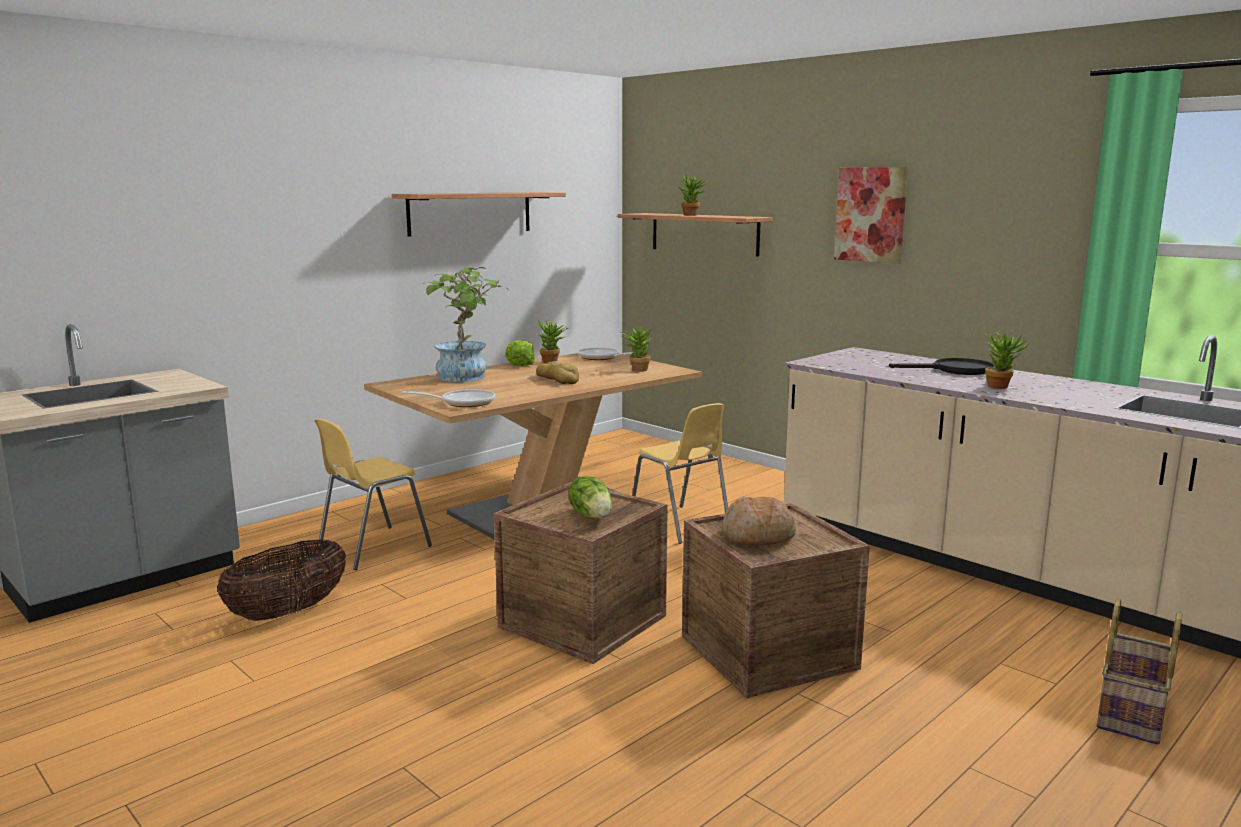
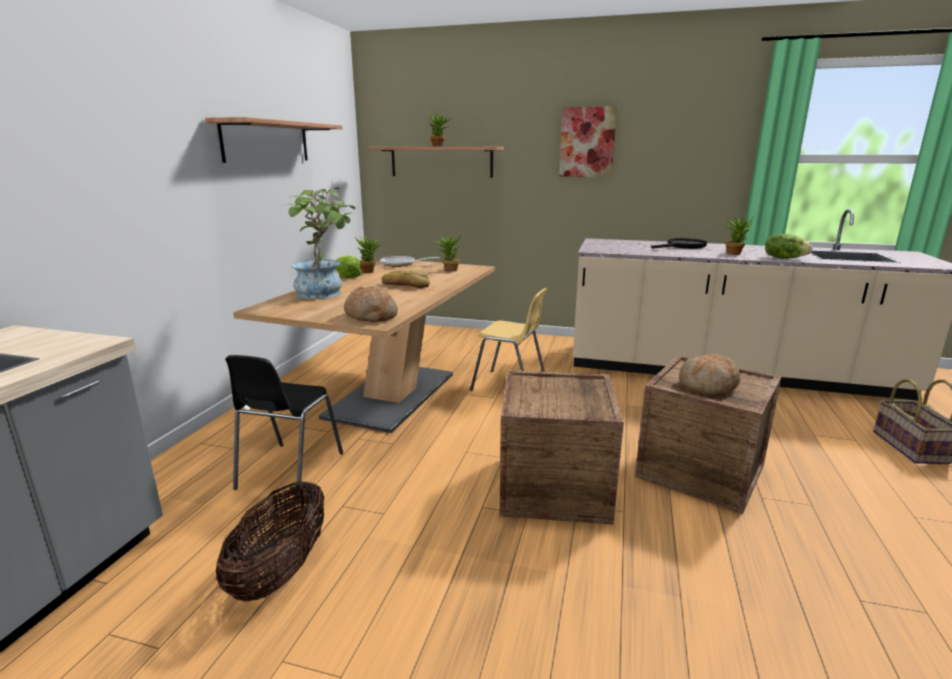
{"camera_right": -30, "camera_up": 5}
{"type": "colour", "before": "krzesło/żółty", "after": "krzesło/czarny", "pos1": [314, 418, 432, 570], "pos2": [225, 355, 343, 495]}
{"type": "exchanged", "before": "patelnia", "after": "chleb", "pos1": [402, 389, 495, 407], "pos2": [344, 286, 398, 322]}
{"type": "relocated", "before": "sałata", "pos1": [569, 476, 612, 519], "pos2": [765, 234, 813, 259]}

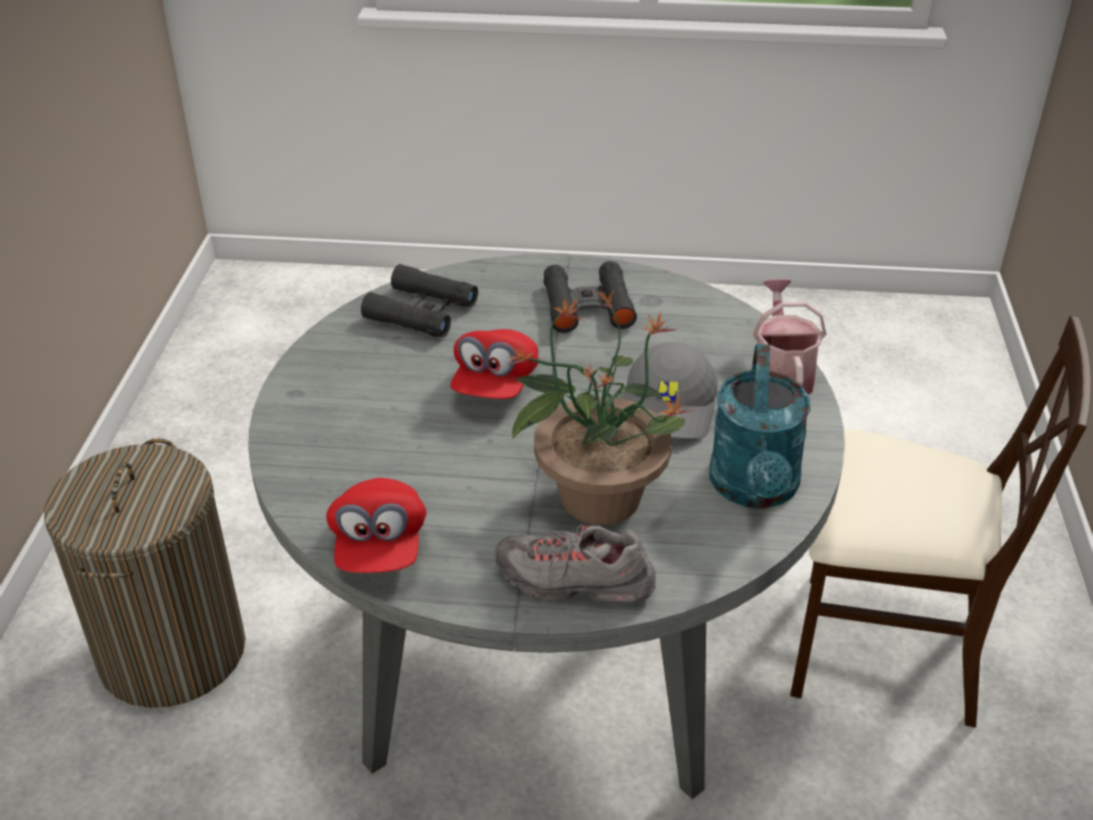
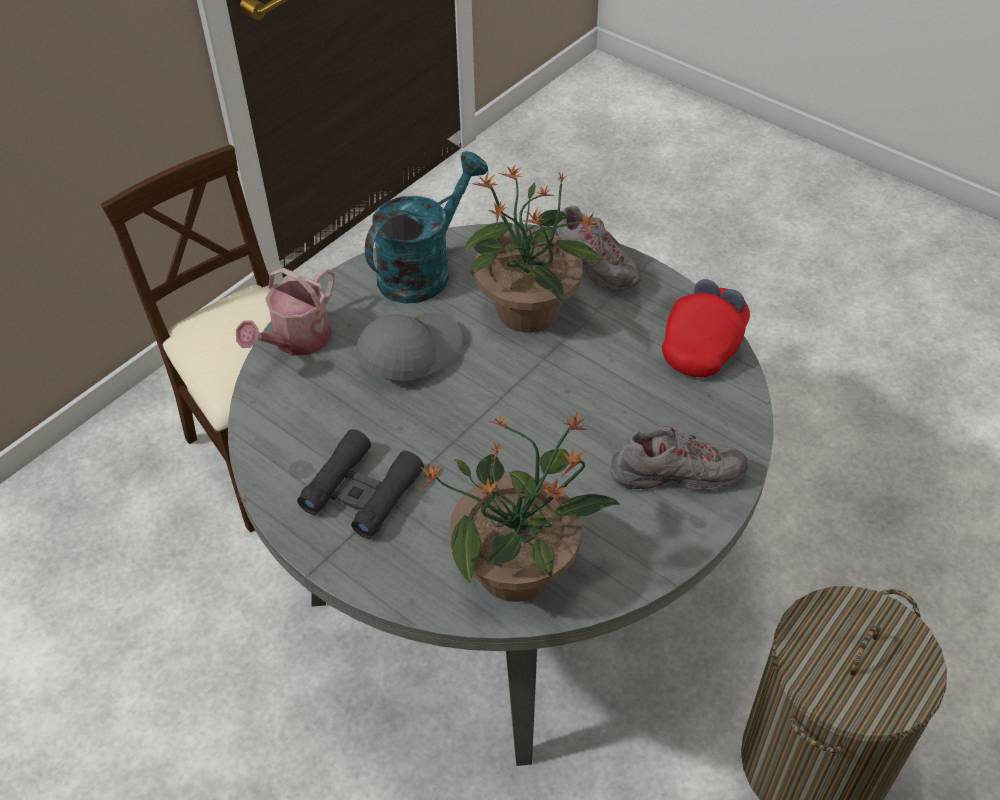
{"camera_right": -145, "camera_up": 10}
{"type": "exchanged", "before": "lornetka/czarny", "after": "roślina doniczkowa", "pos1": [361, 264, 478, 338], "pos2": [419, 411, 620, 602]}
{"type": "appeared", "after": "but/szary", "pos2": [610, 426, 749, 491]}
{"type": "missing", "before": "czapka z daszkiem/czerwony", "pos1": [450, 329, 539, 399]}

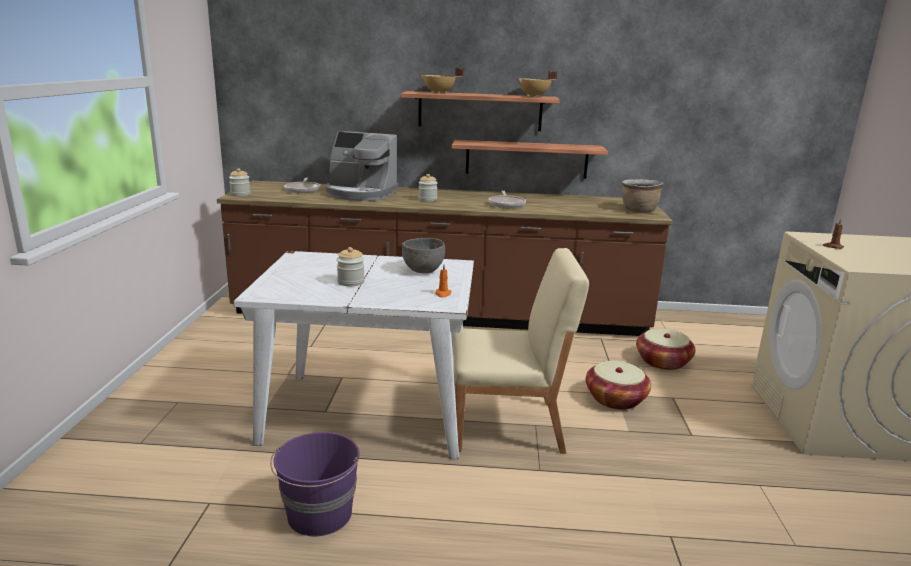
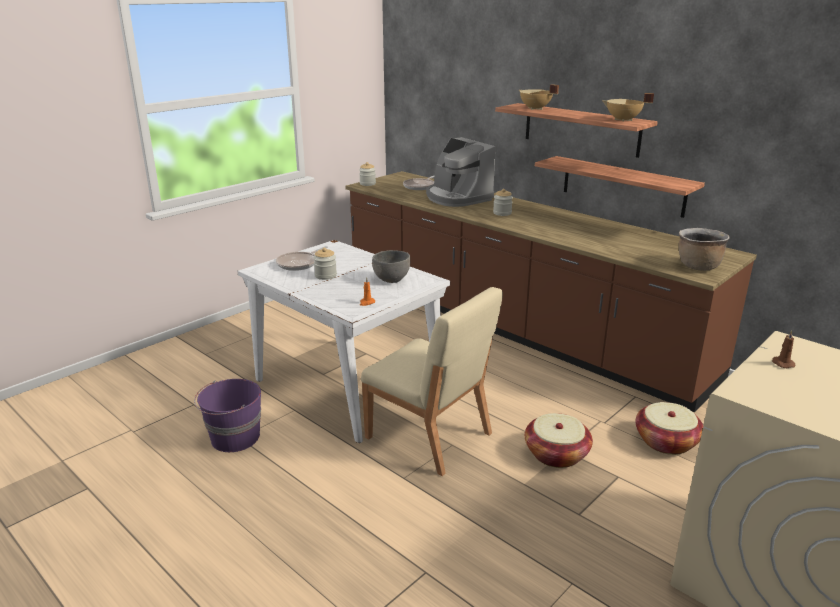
{"camera_right": 40, "camera_up": 5}
{"type": "relocated", "before": "patelnia", "pos1": [489, 191, 526, 208], "pos2": [276, 246, 328, 271]}

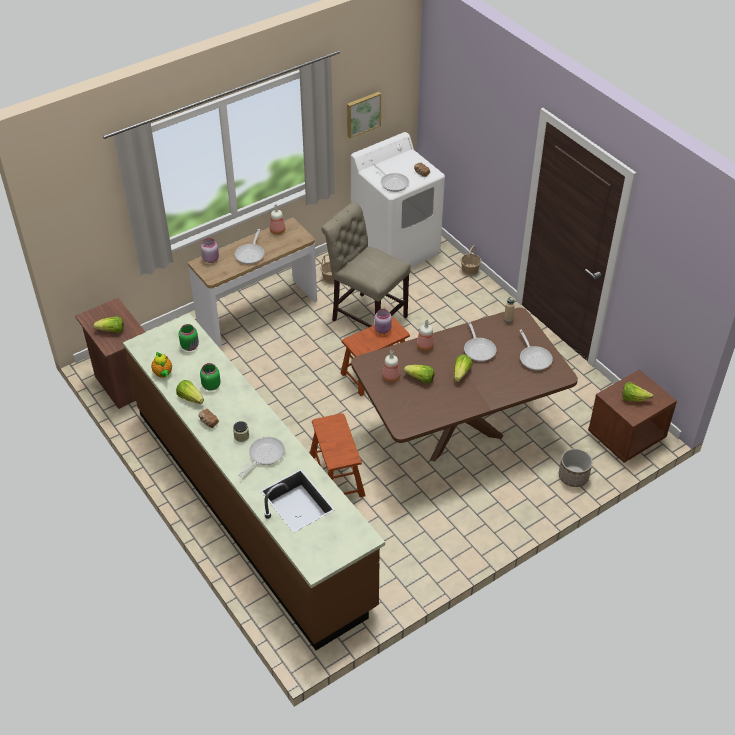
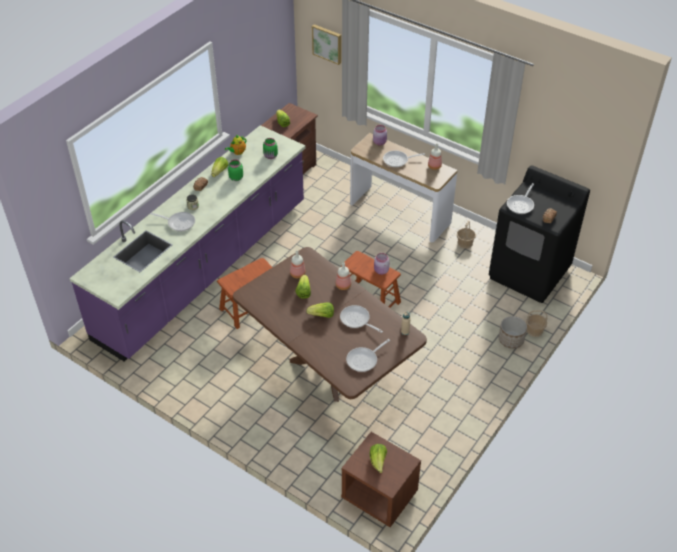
{"camera_right": 70, "camera_up": 0}
{"type": "colour", "before": "zabudowa kuchenna/brązowy", "after": "zabudowa kuchenna/fioletowy", "pos1": [123, 313, 385, 650], "pos2": [70, 125, 305, 362]}
{"type": "relocated", "before": "obraz", "pos1": [347, 92, 381, 138], "pos2": [312, 24, 341, 65]}
{"type": "spun", "before": "patelnia", "pos1": [464, 321, 496, 362], "pos2": [340, 305, 383, 333], "turn": 75}
{"type": "colour", "before": "pralka/biały", "after": "pralka/czarny", "pos1": [351, 132, 445, 268], "pos2": [489, 165, 590, 303]}
{"type": "relocated", "before": "donica", "pos1": [559, 448, 593, 487], "pos2": [499, 316, 527, 349]}
{"type": "missing", "before": "krzesło/beżowy", "pos1": [321, 202, 410, 327]}

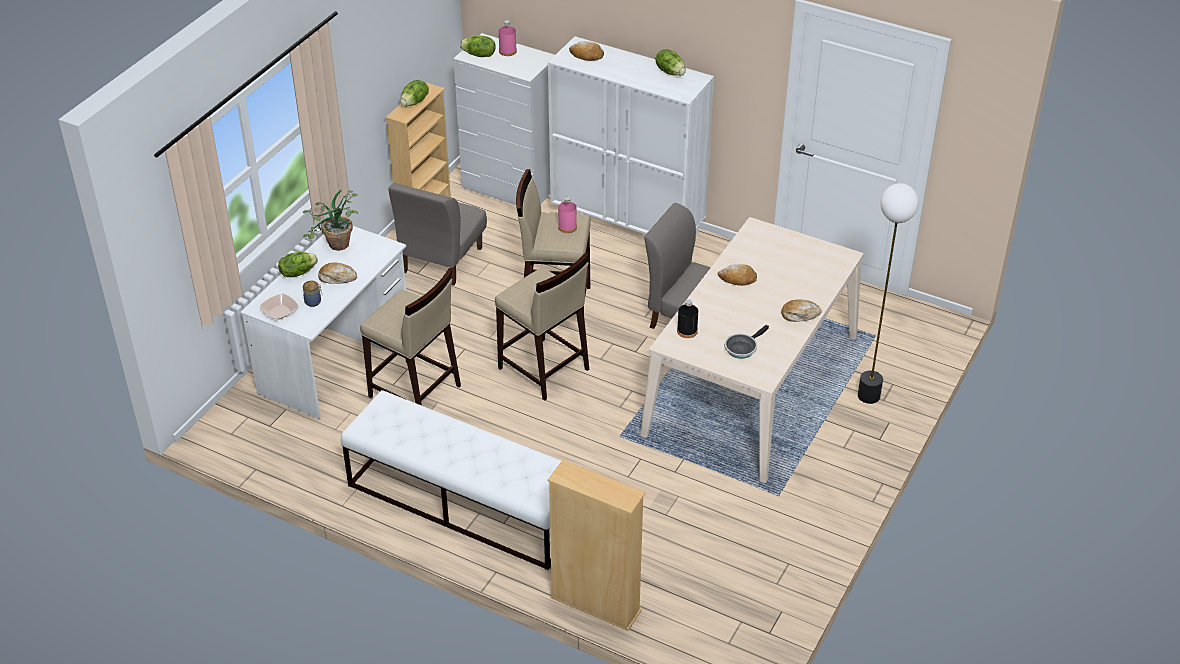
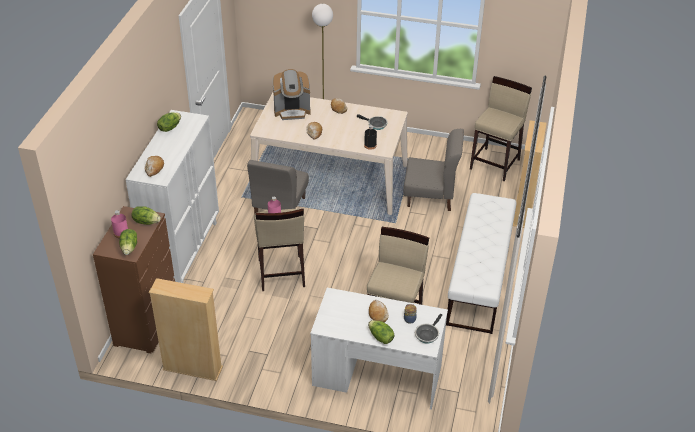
{"camera_right": -105, "camera_up": 0}
{"type": "colour", "before": "komoda/biały", "after": "komoda/brązowy", "pos1": [453, 33, 555, 205], "pos2": [93, 206, 175, 353]}
{"type": "relocated", "before": "sałata", "pos1": [400, 80, 429, 107], "pos2": [132, 206, 161, 225]}
{"type": "appeared", "after": "ekspres do kawy", "pos2": [273, 69, 311, 120]}
{"type": "relocated", "before": "krzesło/szary", "pos1": [389, 183, 487, 286], "pos2": [403, 129, 464, 211]}
{"type": "exchanged", "before": "miska", "after": "patelnia", "pos1": [260, 294, 299, 319], "pos2": [415, 313, 442, 344]}
{"type": "relocated", "before": "stołek/beżowy", "pos1": [495, 252, 589, 401], "pos2": [470, 76, 532, 181]}
{"type": "missing", "before": "roślina doniczkowa", "pos1": [303, 190, 358, 251]}

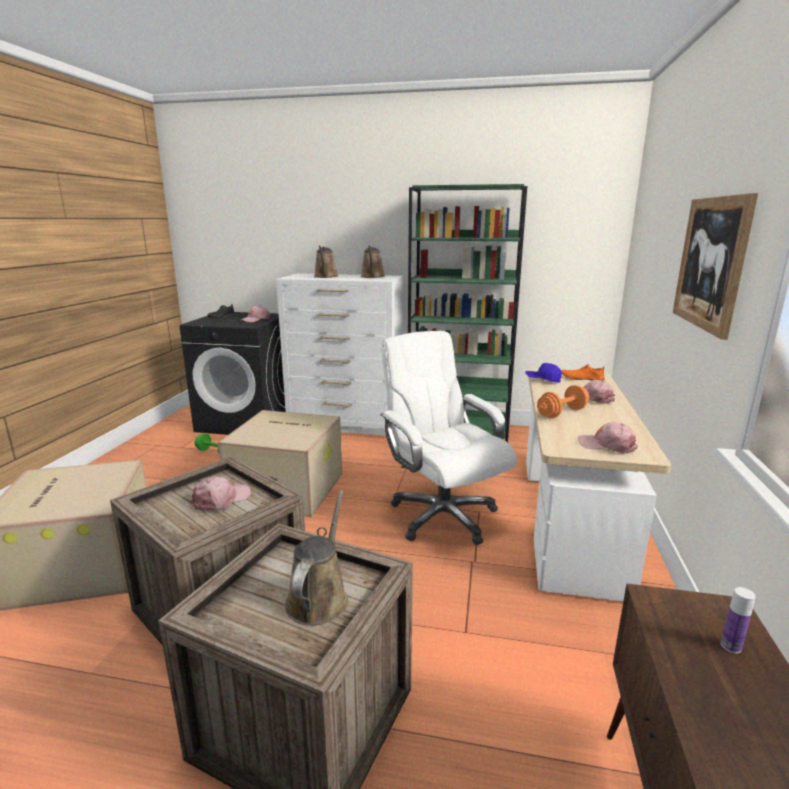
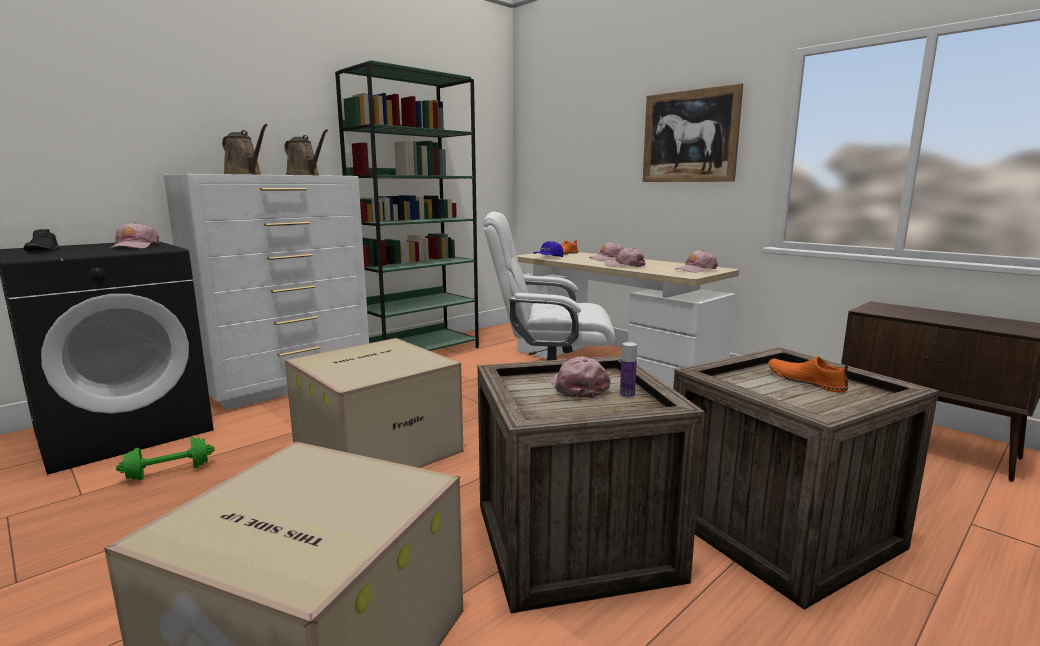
{"camera_right": -55, "camera_up": -5}
{"type": "exchanged", "before": "hantel/pomarańczowy", "after": "czapka z daszkiem/różowy", "pos1": [537, 385, 589, 418], "pos2": [604, 248, 645, 267]}
{"type": "relocated", "before": "butelka", "pos1": [721, 587, 756, 654], "pos2": [620, 342, 637, 398]}
{"type": "exchanged", "before": "konewka/brązowy", "after": "but/pomarańczowy", "pos1": [285, 490, 348, 625], "pos2": [768, 356, 848, 392]}

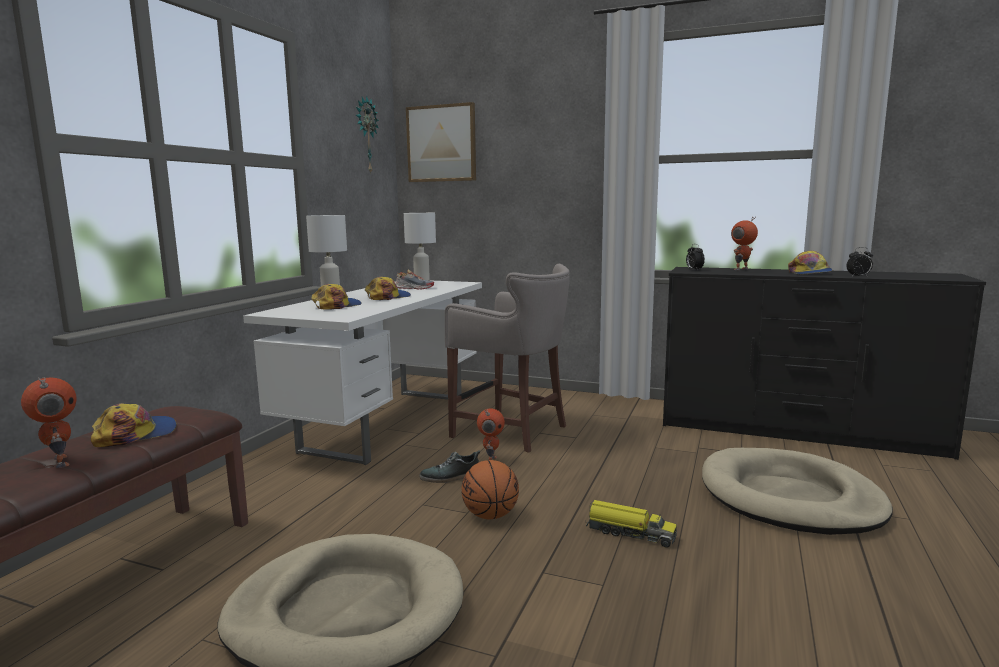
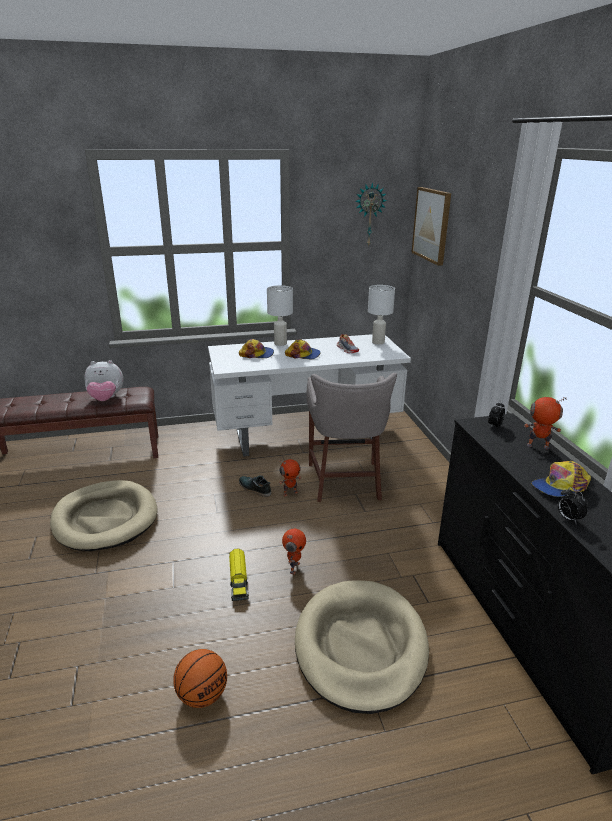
{"camera_right": 55, "camera_up": 15}
{"type": "exchanged", "before": "czapka z daszkiem", "after": "pluszak", "pos1": [90, 403, 177, 447], "pos2": [84, 360, 123, 401]}
{"type": "relocated", "before": "piłka do koszykówki", "pos1": [461, 460, 519, 519], "pos2": [173, 649, 227, 708]}
{"type": "relocated", "before": "robot zabawkowy", "pos1": [21, 377, 76, 468], "pos2": [282, 528, 306, 574]}

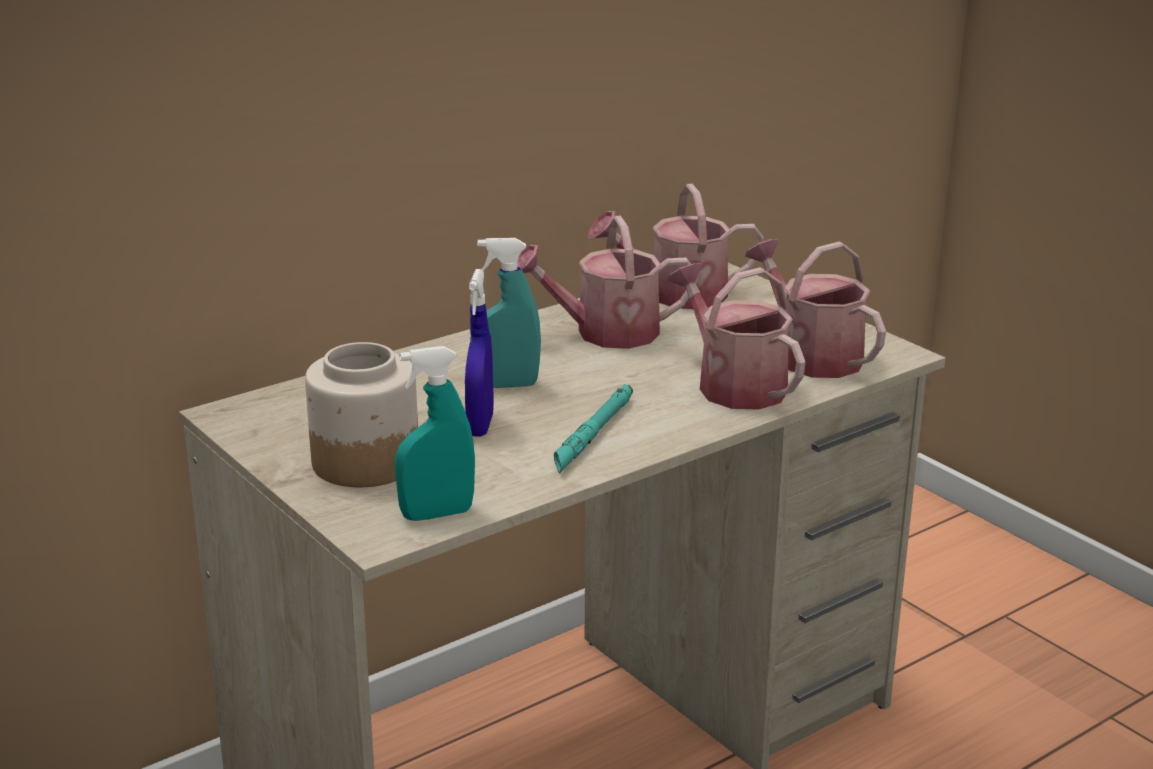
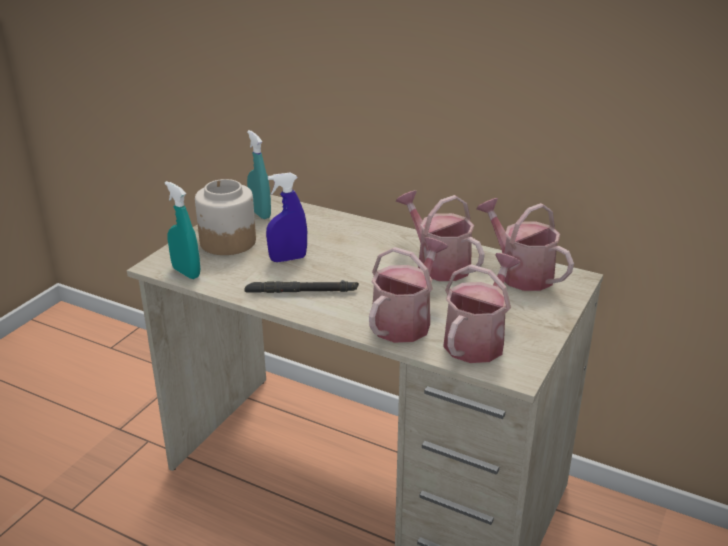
{"camera_right": 65, "camera_up": 5}
{"type": "colour", "before": "latarka/turkusowy", "after": "latarka/czarny", "pos1": [554, 384, 633, 473], "pos2": [244, 280, 359, 293]}
{"type": "relocated", "before": "spryskiwacz/turkusowy", "pos1": [477, 238, 541, 388], "pos2": [247, 130, 271, 219]}

